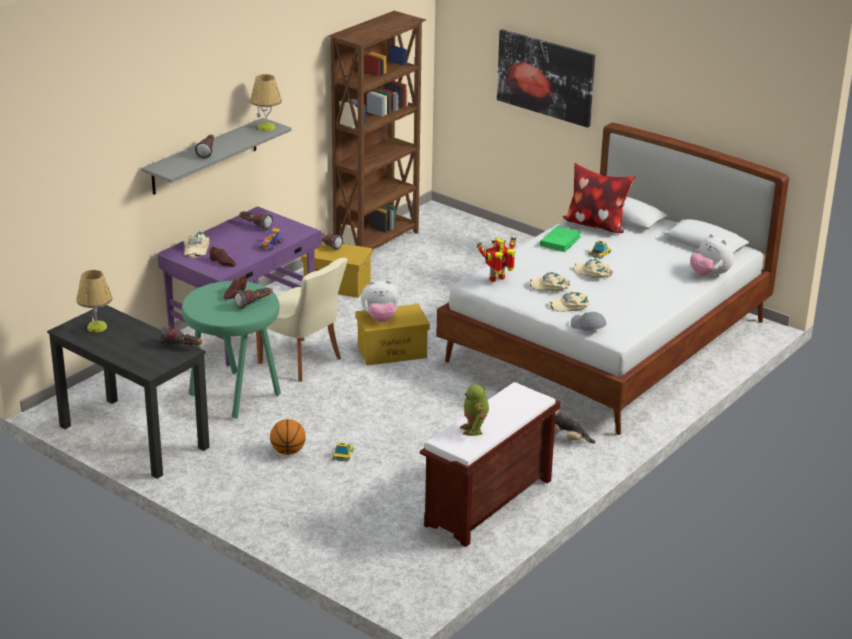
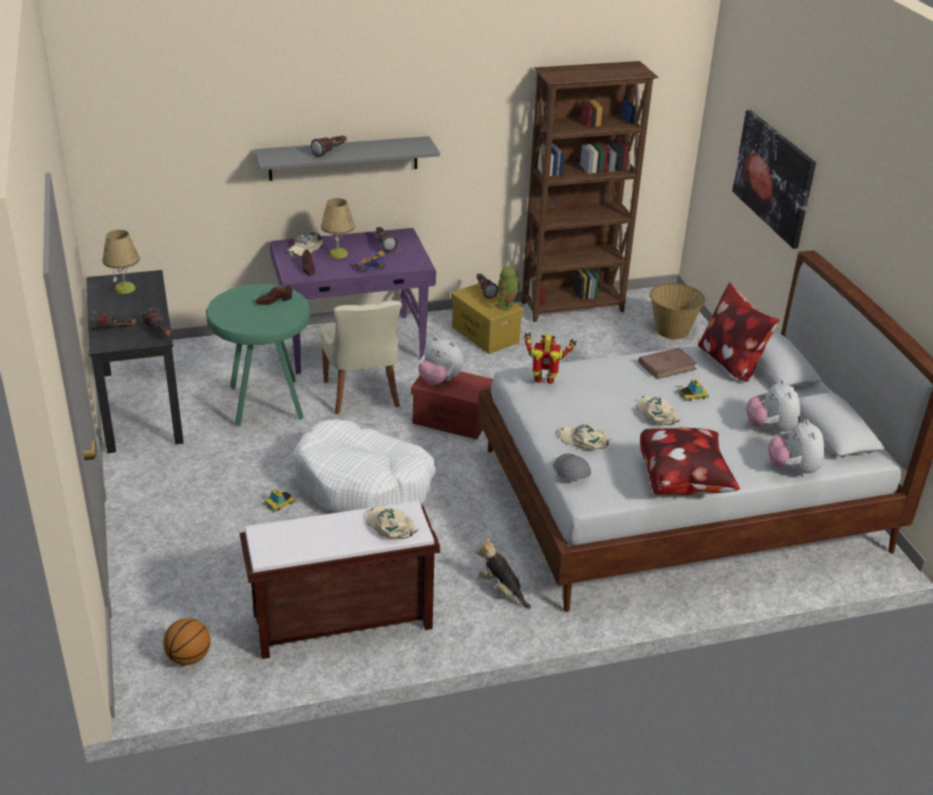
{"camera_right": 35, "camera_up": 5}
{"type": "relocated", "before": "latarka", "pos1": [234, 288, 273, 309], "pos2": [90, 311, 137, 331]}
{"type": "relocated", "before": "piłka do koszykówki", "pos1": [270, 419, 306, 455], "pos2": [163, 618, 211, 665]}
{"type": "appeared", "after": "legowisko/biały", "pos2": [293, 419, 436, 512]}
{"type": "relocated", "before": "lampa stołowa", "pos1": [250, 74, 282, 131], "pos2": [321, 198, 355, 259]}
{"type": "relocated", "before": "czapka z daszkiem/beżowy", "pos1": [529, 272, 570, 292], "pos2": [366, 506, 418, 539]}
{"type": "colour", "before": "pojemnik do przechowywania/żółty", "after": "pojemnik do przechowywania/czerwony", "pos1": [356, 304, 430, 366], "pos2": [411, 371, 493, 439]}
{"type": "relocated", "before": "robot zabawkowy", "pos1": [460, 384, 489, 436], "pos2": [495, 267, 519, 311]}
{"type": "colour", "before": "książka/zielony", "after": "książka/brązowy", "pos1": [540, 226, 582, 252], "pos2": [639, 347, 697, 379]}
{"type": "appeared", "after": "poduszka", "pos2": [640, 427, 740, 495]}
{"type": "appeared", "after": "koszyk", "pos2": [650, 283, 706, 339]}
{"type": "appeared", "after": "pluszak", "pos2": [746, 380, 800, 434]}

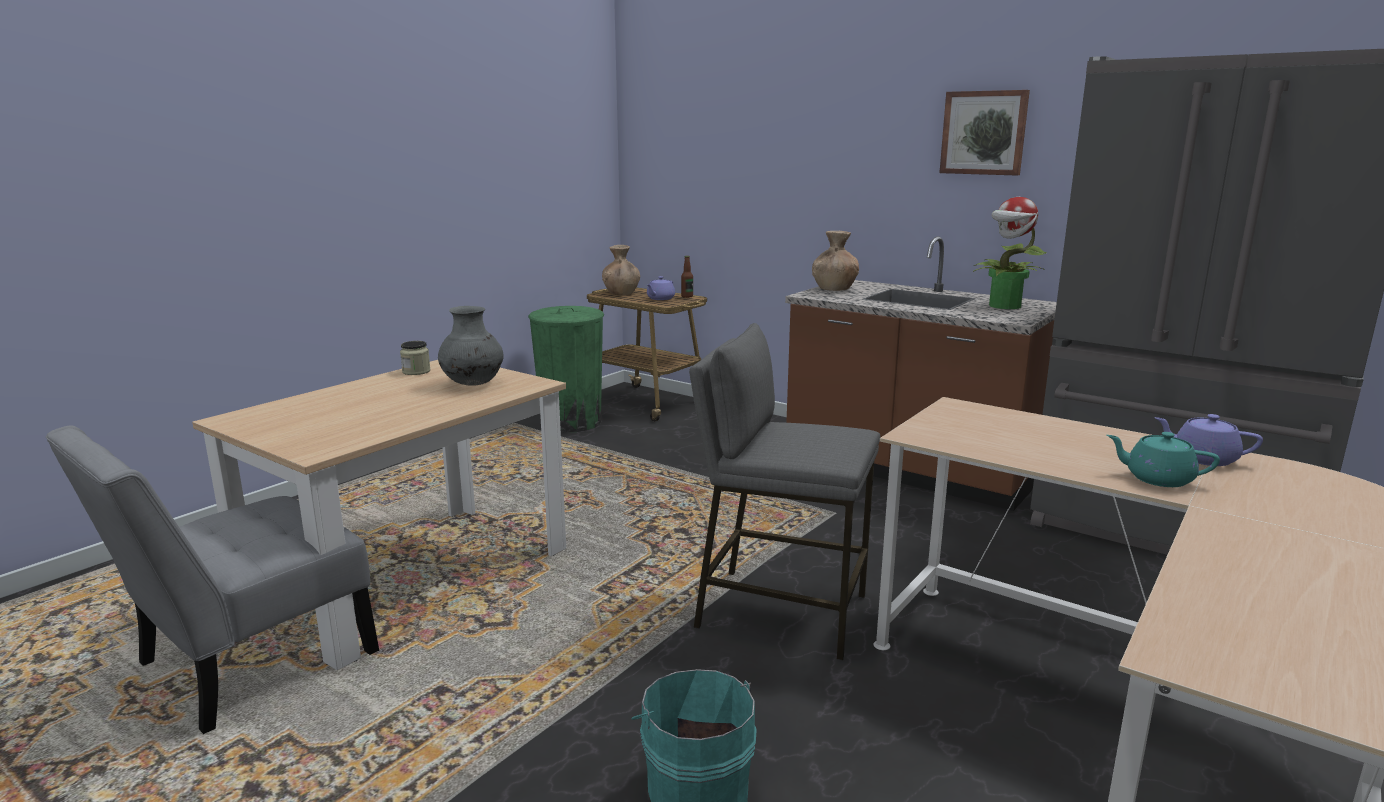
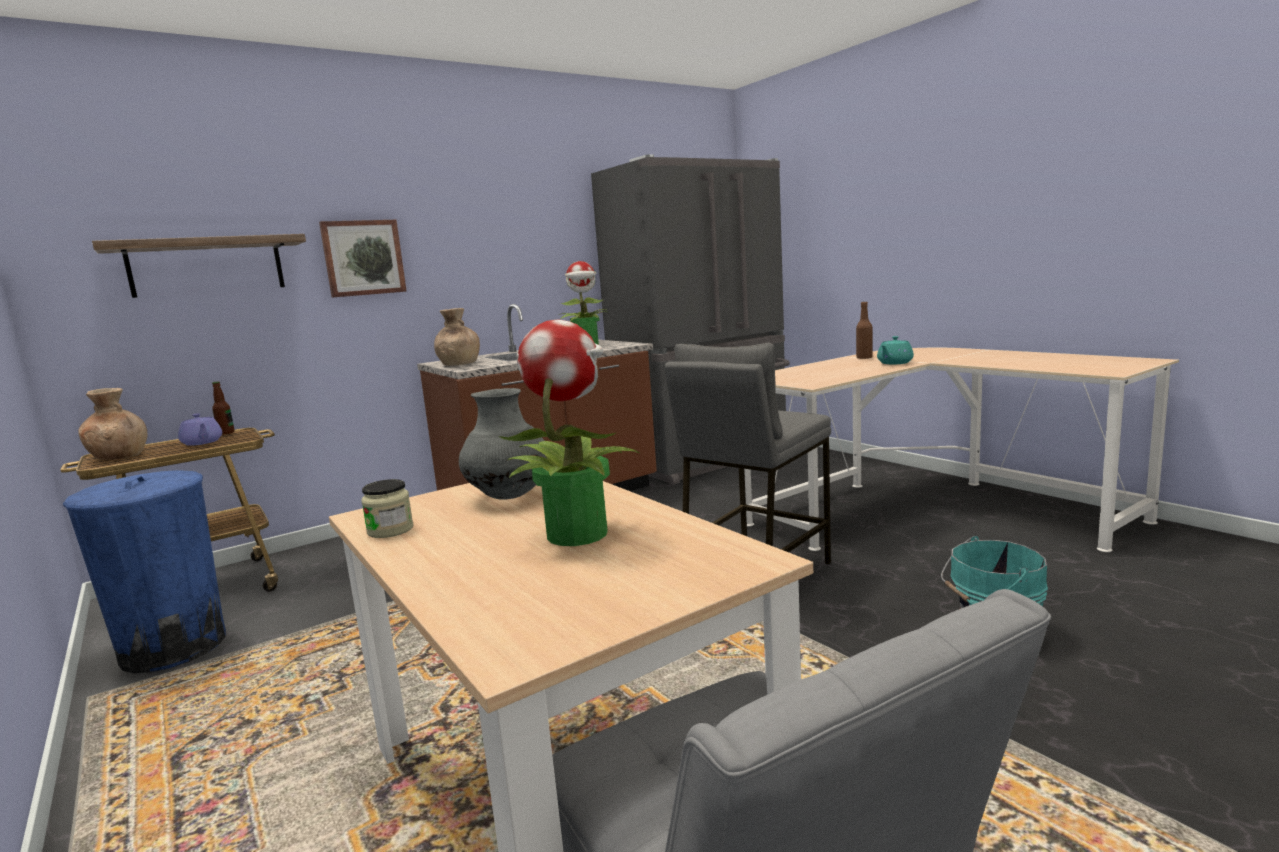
{"camera_right": -70, "camera_up": -5}
{"type": "colour", "before": "kosz na śmieci/zielony", "after": "kosz na śmieci/niebieski", "pos1": [528, 306, 604, 433], "pos2": [63, 470, 226, 673]}
{"type": "appeared", "after": "półka", "pos2": [92, 234, 306, 298]}
{"type": "relocated", "before": "obraz", "pos1": [939, 90, 1030, 176], "pos2": [319, 220, 407, 297]}
{"type": "appeared", "after": "roślina doniczkowa", "pos2": [498, 319, 640, 546]}
{"type": "exchanged", "before": "imbryk/fioletowy", "after": "butelka/brązowy", "pos1": [1154, 414, 1263, 466], "pos2": [856, 302, 873, 359]}

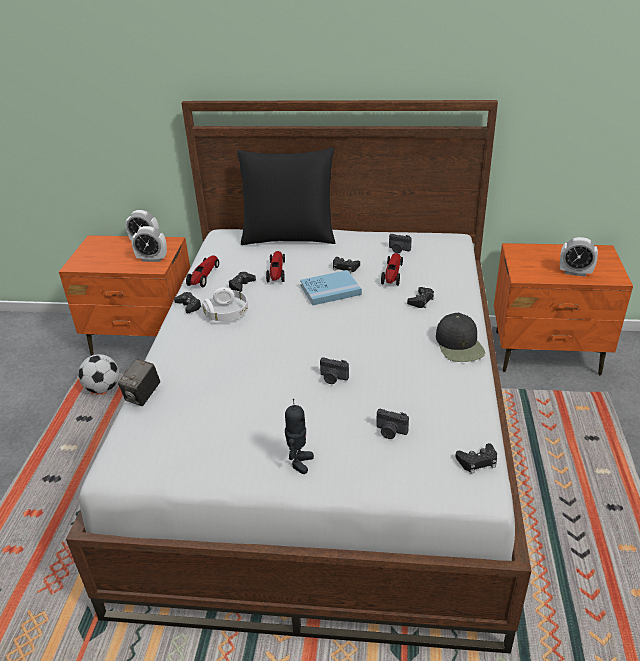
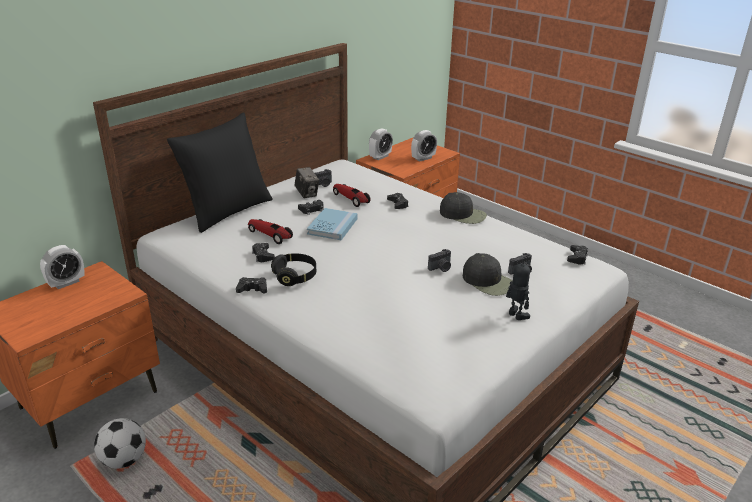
{"camera_right": -55, "camera_up": -5}
{"type": "colour", "before": "słuchawki/biały", "after": "słuchawki/czarny", "pos1": [202, 287, 248, 321], "pos2": [271, 253, 316, 286]}
{"type": "relocated", "before": "aparat fotograficzny", "pos1": [118, 358, 160, 406], "pos2": [294, 167, 319, 198]}
{"type": "relocated", "before": "budzik", "pos1": [131, 226, 167, 262], "pos2": [369, 128, 393, 160]}
{"type": "appeared", "after": "czapka z daszkiem/czarny", "pos2": [463, 253, 513, 296]}
{"type": "missing", "before": "samochodzik", "pos1": [186, 255, 219, 287]}

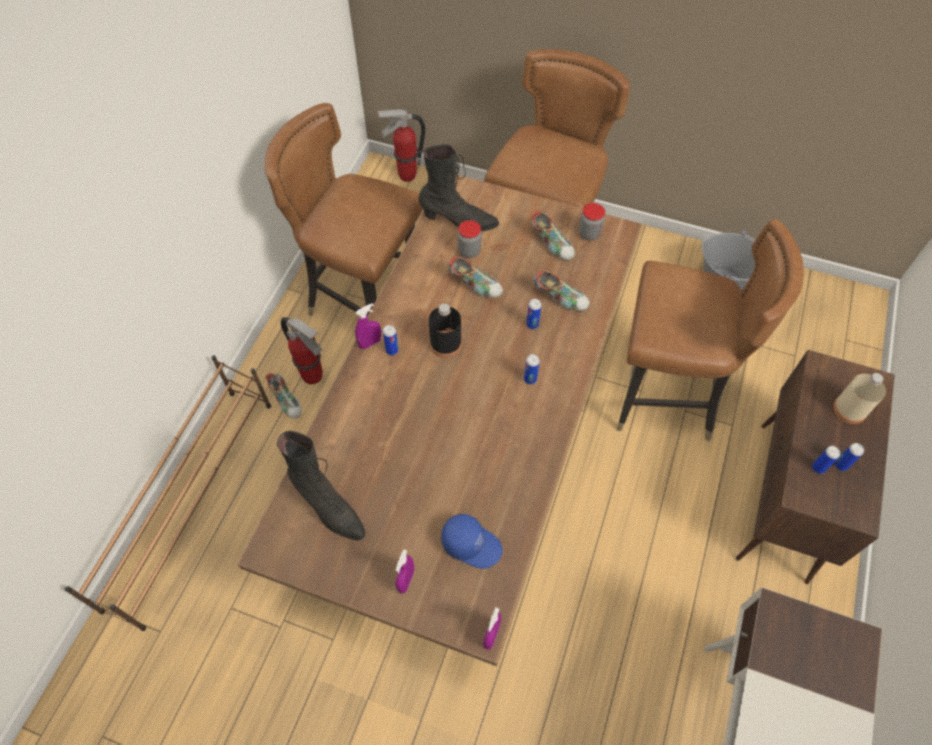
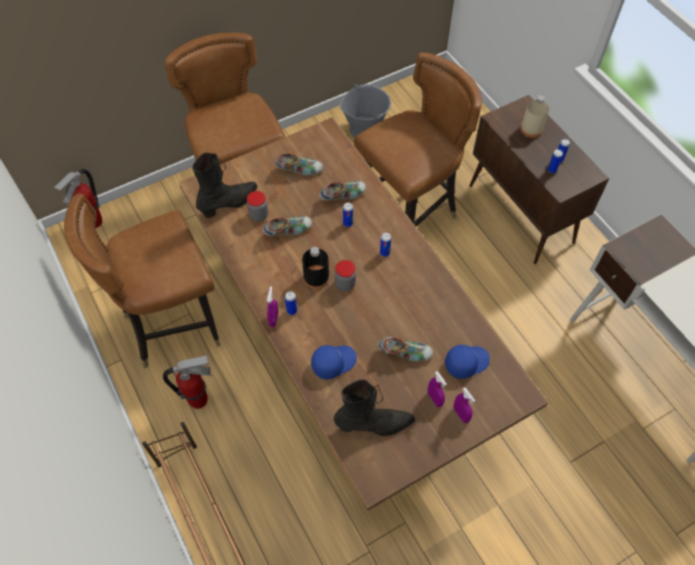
{"camera_right": -50, "camera_up": 0}
{"type": "appeared", "after": "czapka z daszkiem/niebieski", "pos2": [311, 345, 357, 379]}
{"type": "relocated", "before": "słoik", "pos1": [579, 203, 605, 241], "pos2": [335, 260, 356, 291]}
{"type": "relocated", "before": "but", "pos1": [265, 373, 302, 419], "pos2": [378, 336, 433, 361]}
{"type": "relocated", "before": "spryskiwacz/fioletowy", "pos1": [483, 607, 501, 650], "pos2": [428, 371, 447, 407]}

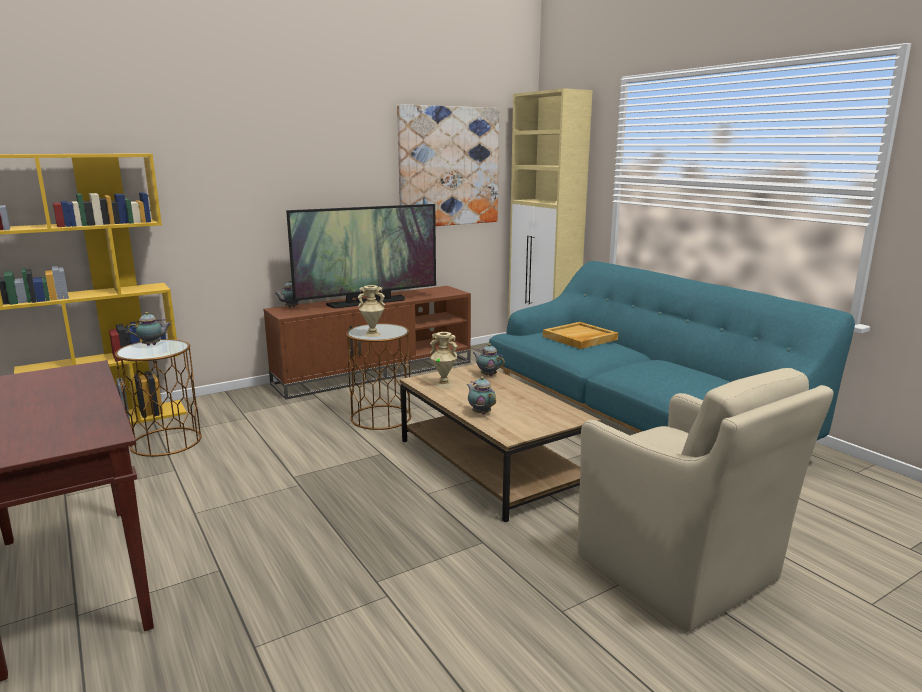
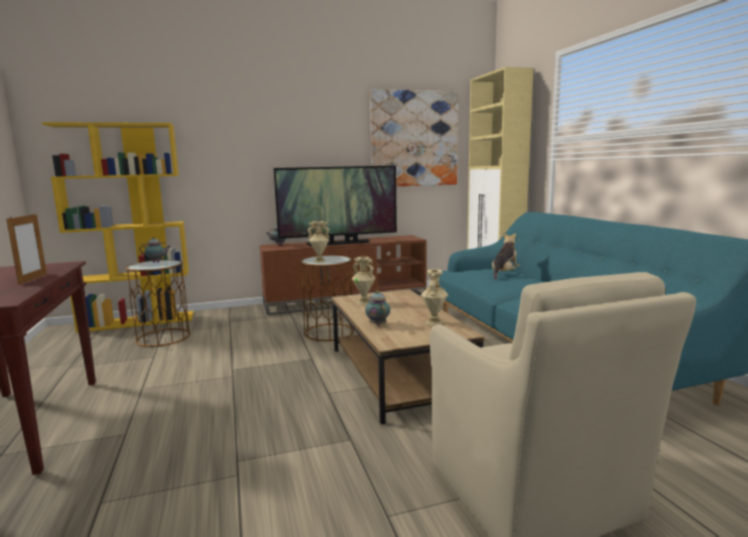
{"camera_right": 15, "camera_up": -5}
{"type": "appeared", "after": "ramka na zdjęcie", "pos2": [6, 214, 47, 285]}
{"type": "appeared", "after": "wazon/beżowy", "pos2": [421, 269, 448, 325]}
{"type": "exchanged", "before": "taca/beżowy", "after": "pluszak", "pos1": [543, 322, 618, 349], "pos2": [492, 233, 520, 280]}
{"type": "missing", "before": "imbryk", "pos1": [473, 343, 505, 377]}

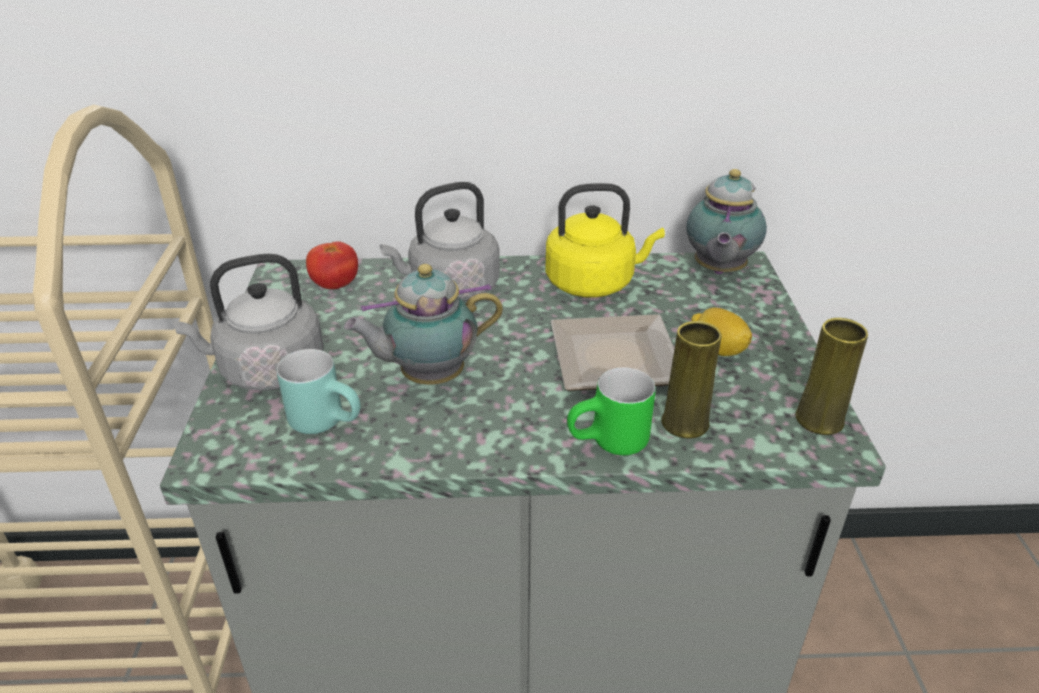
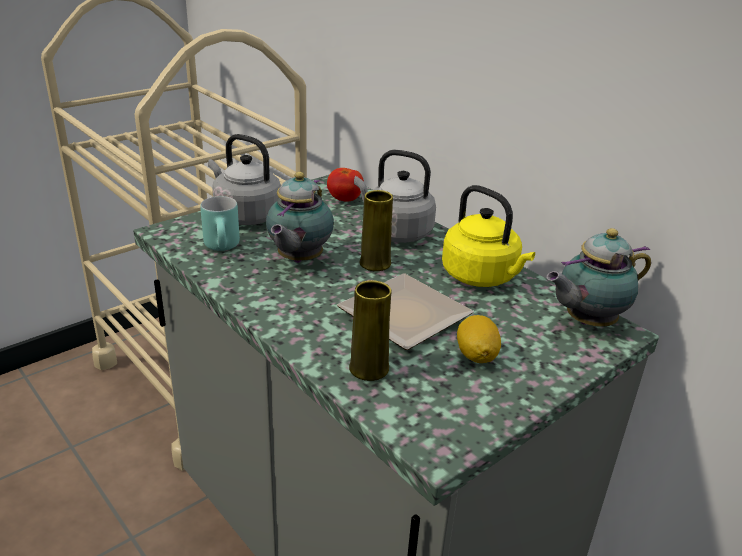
{"camera_right": 50, "camera_up": -5}
{"type": "spun", "before": "imbryk", "pos1": [344, 264, 503, 385], "pos2": [266, 172, 334, 263], "turn": -105}
{"type": "relocated", "before": "wazon/żółty", "pos1": [796, 318, 868, 435], "pos2": [359, 190, 393, 271]}
{"type": "missing", "before": "kubek/zielony", "pos1": [567, 367, 655, 455]}

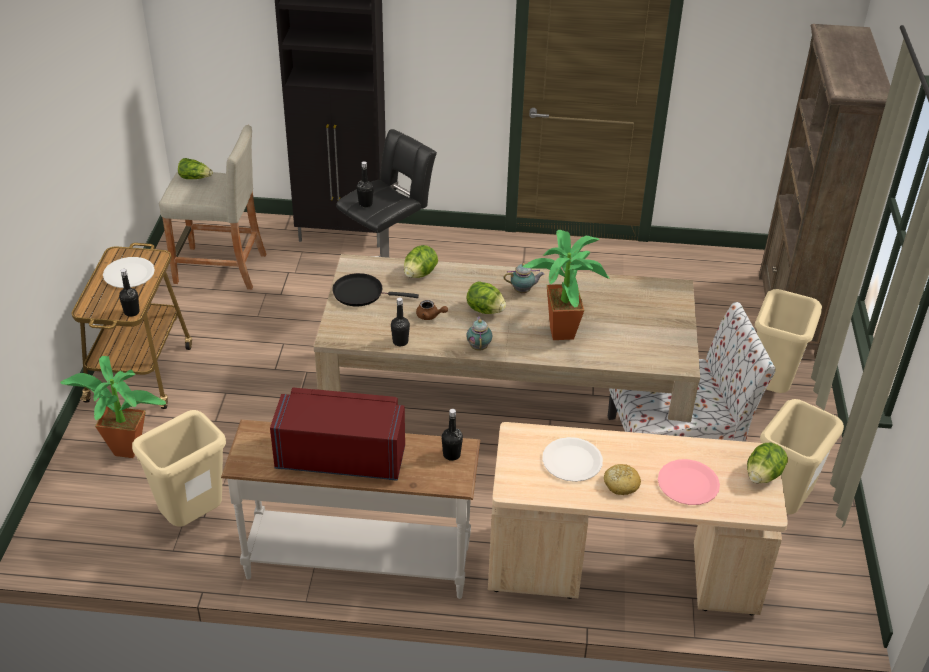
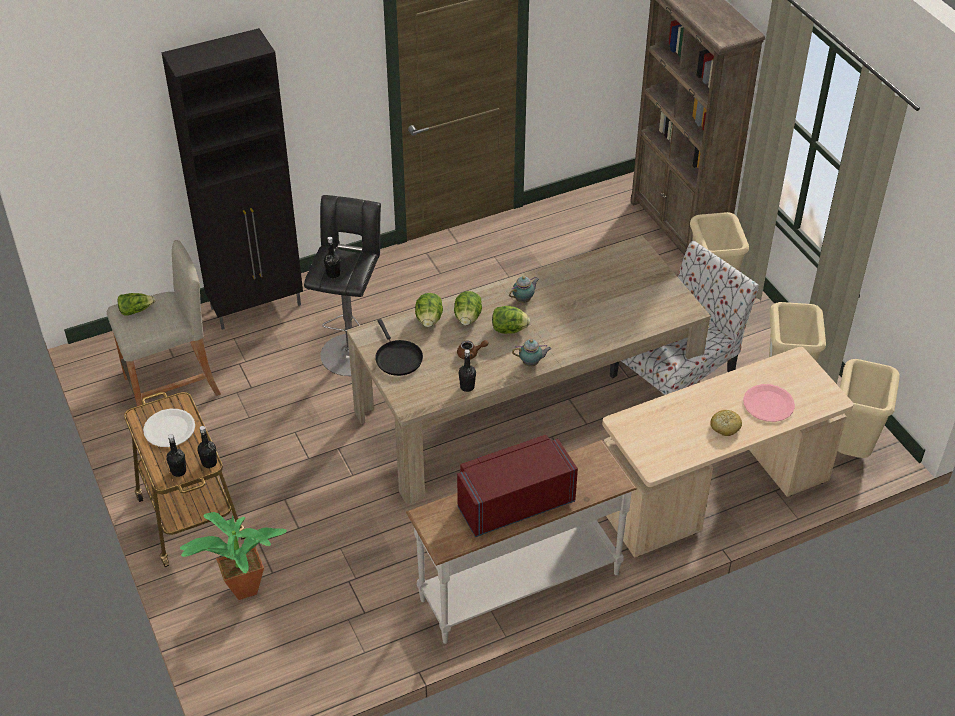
{"camera_right": -30, "camera_up": 5}
{"type": "relocated", "before": "butelka/czarny", "pos1": [441, 409, 463, 461], "pos2": [166, 434, 186, 477]}
{"type": "spun", "before": "patelnia/czarny", "pos1": [332, 273, 419, 307], "pos2": [375, 319, 423, 376], "turn": -90}
{"type": "relocated", "before": "sałata", "pos1": [747, 443, 788, 483], "pos2": [454, 291, 482, 325]}
{"type": "spun", "before": "imbryk", "pos1": [466, 317, 492, 351], "pos2": [512, 339, 552, 367], "turn": 120}
{"type": "relocated", "before": "kosz na śmieci/beżowy", "pos1": [132, 410, 226, 527], "pos2": [838, 359, 900, 458]}
{"type": "missing", "before": "roślina doniczkowa", "pos1": [523, 229, 610, 340]}
{"type": "missing", "before": "talerz/biały", "pos1": [542, 437, 603, 482]}

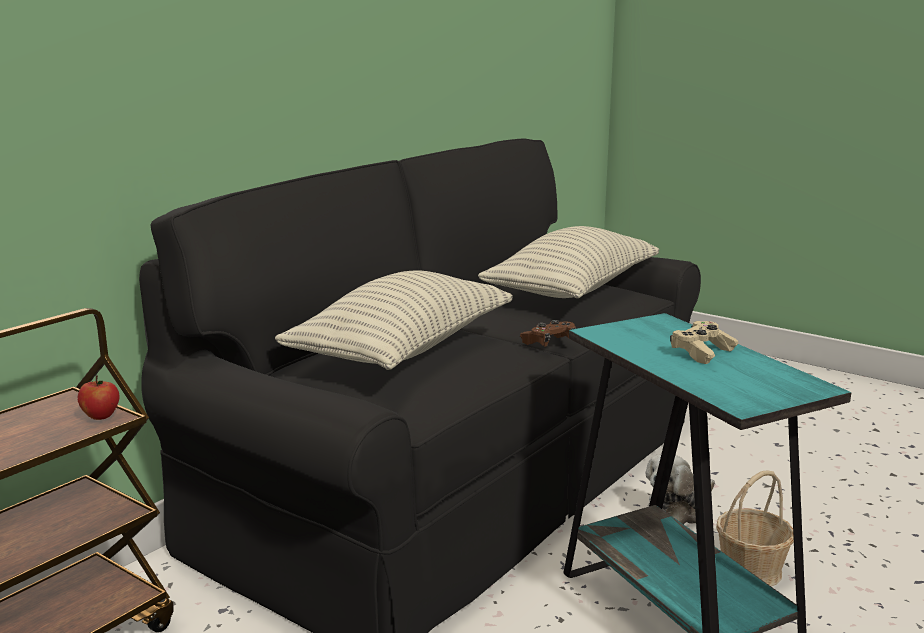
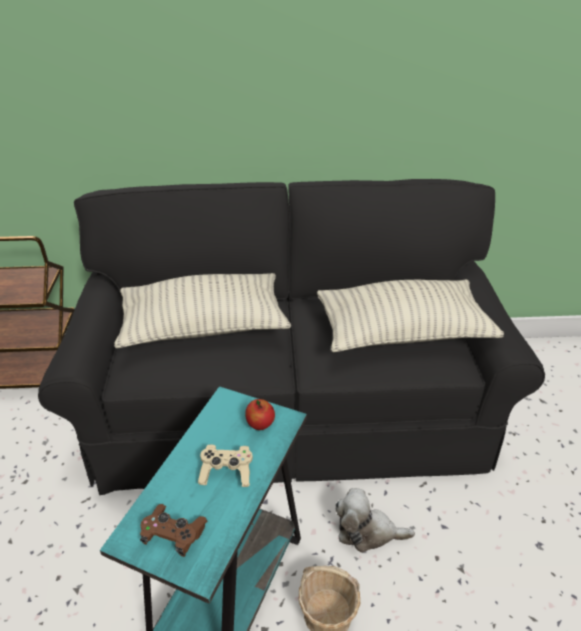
{"camera_right": 50, "camera_up": 20}
{"type": "relocated", "before": "pad do gier/brązowy", "pos1": [520, 320, 576, 347], "pos2": [140, 504, 208, 557]}
{"type": "relocated", "before": "jabłko", "pos1": [78, 375, 120, 420], "pos2": [245, 399, 275, 430]}

